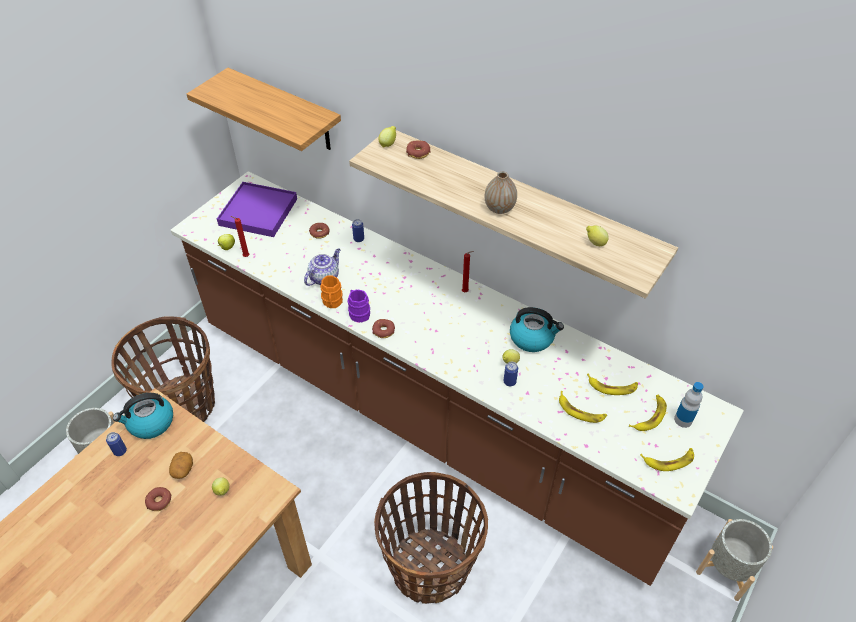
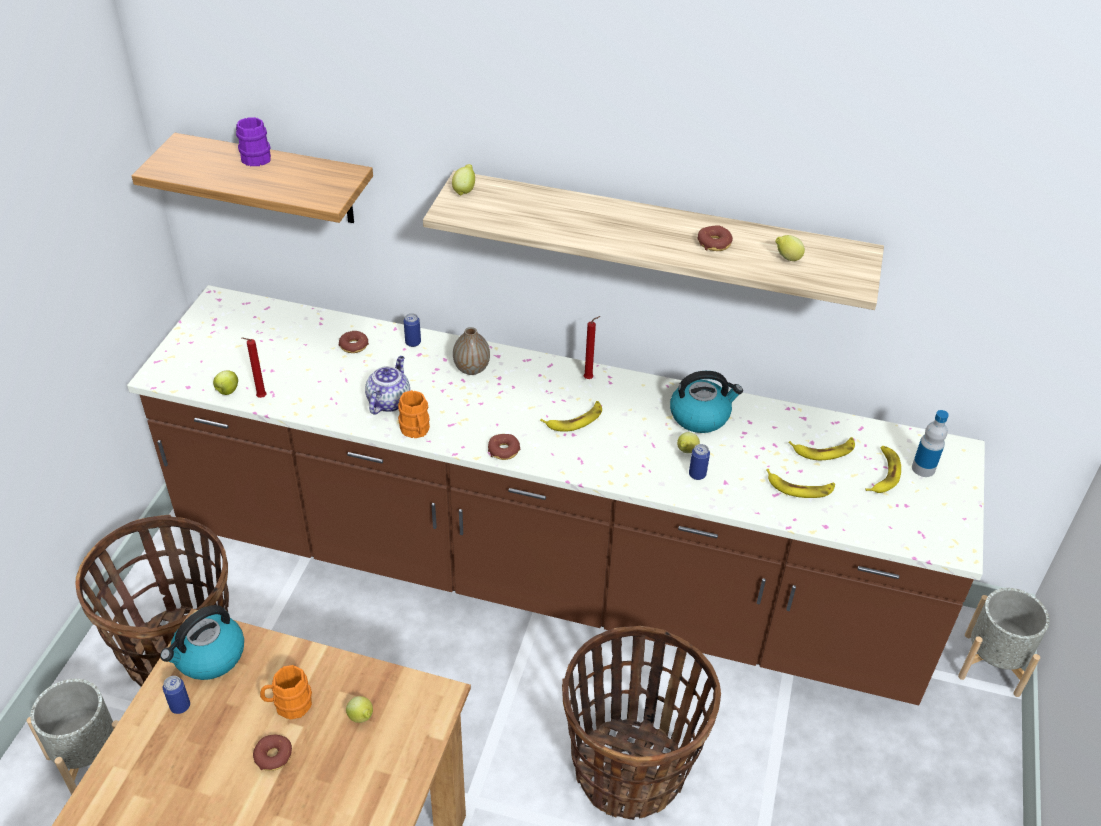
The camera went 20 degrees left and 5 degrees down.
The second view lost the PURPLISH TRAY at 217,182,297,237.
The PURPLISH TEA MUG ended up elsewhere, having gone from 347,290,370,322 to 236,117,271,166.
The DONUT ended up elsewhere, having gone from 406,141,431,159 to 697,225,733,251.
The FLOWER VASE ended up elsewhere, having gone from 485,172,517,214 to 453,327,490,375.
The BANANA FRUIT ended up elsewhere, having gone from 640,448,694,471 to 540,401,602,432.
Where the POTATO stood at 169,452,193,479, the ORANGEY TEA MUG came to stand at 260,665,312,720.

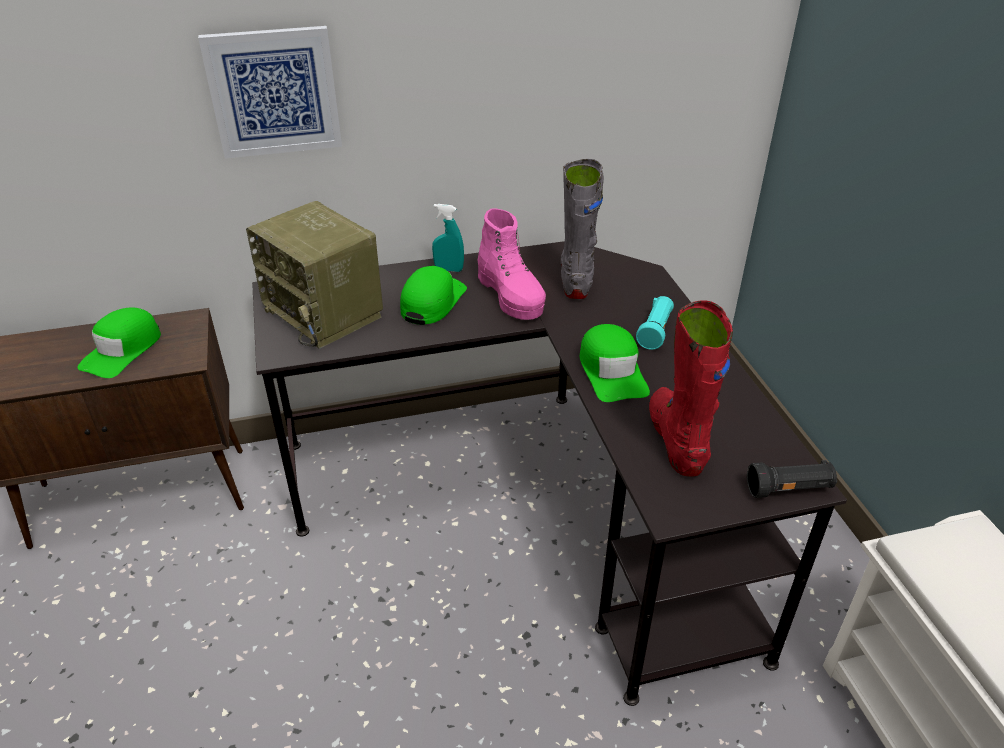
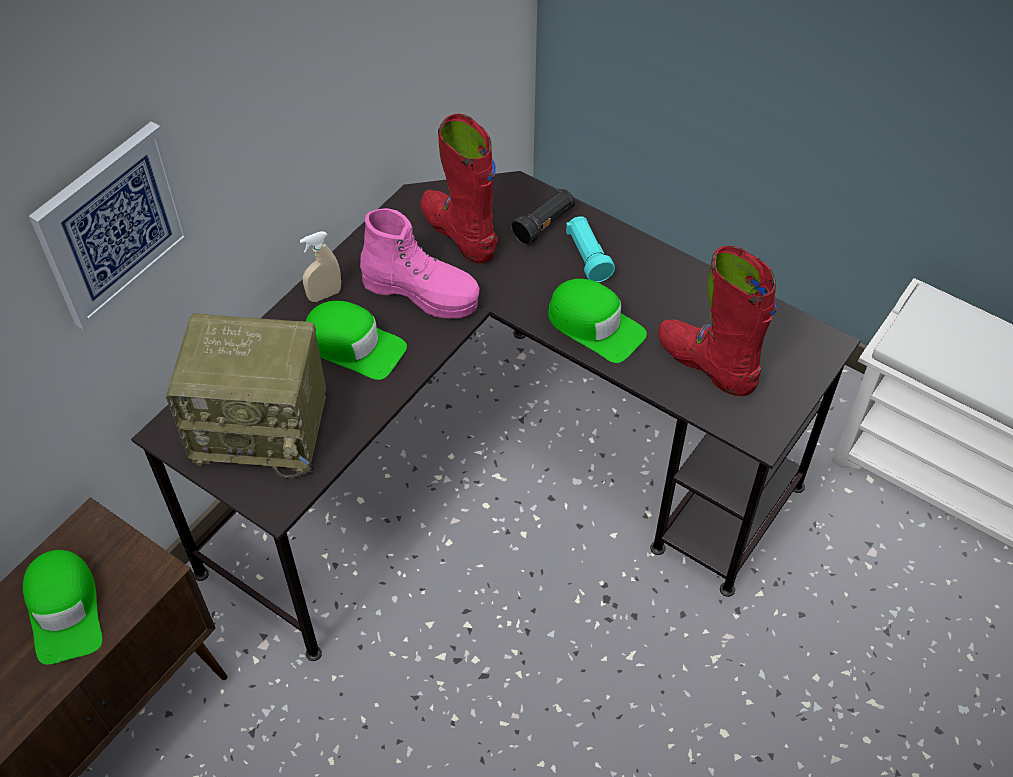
The camera went 40 degrees left and 15 degrees up.
The BLACK HAND TORCH ended up elsewhere, having gone from 747,460,837,498 to 511,188,575,245.
What was the BLUE-GREEN HAND SPRAYER at 432,204,464,272 turned into the BEIGE HAND SPRAYER at 300,232,341,302.
What was the GREYISH HIGH-TOP BOOT at 561,159,604,299 turned into the RED HIGH-TOP BOOT at 420,114,498,264.
The GREEN CAP at 400,266,467,325 ended up facing another way, 135 degrees clockwise from before.

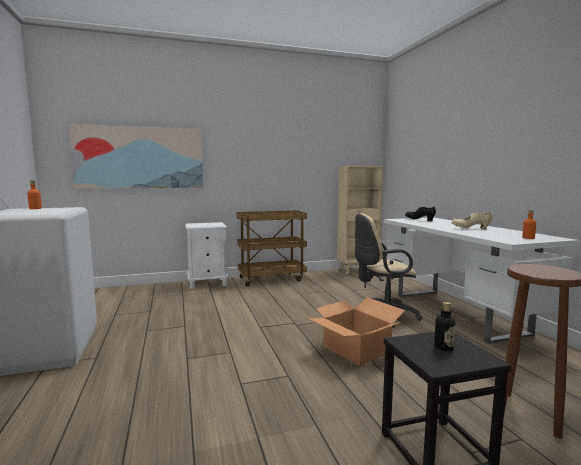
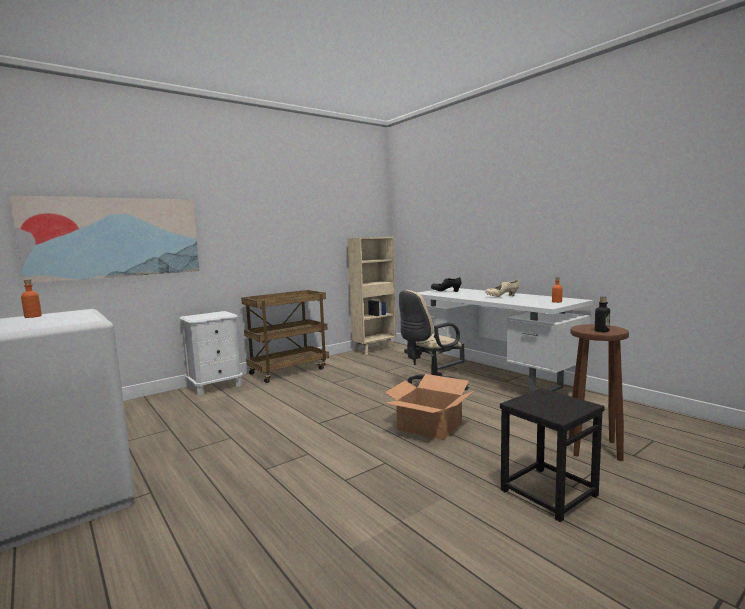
The camera went 20 degrees left and 0 degrees up.
The DRINK BOTTLE ended up elsewhere, having gone from 434,302,455,351 to 595,297,610,332.

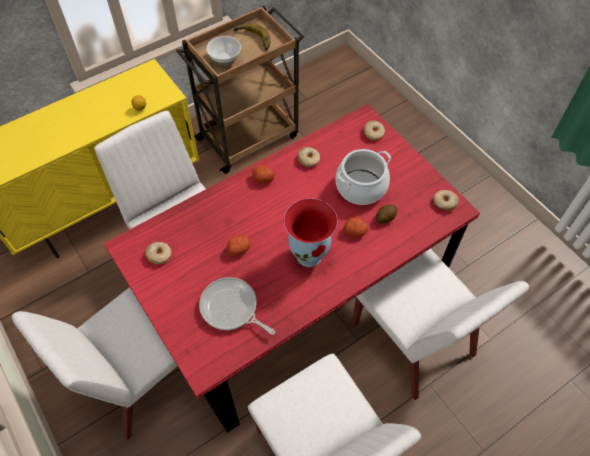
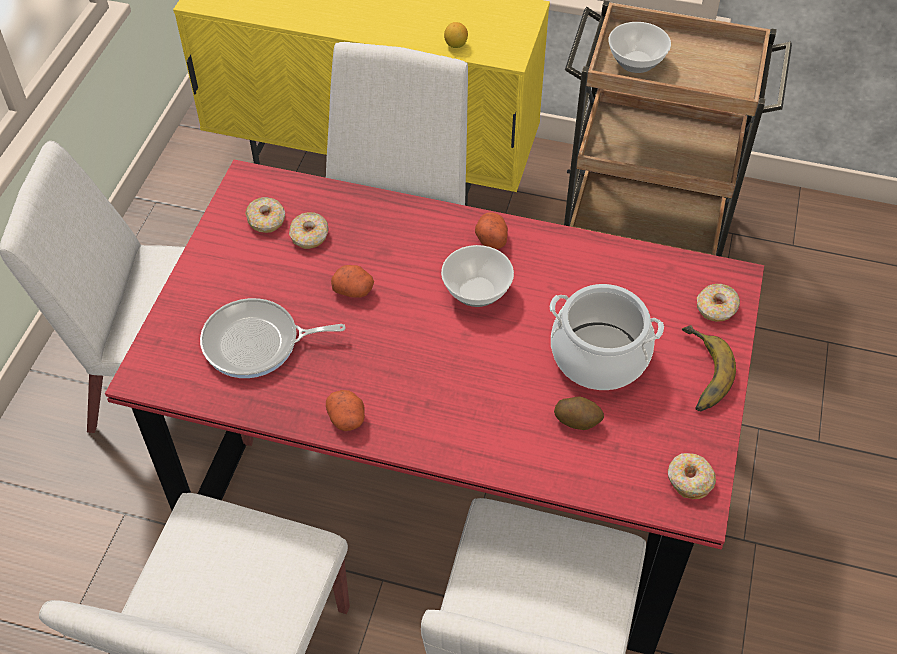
The camera went 50 degrees right and 5 degrees down.
The second view lost the FLOWER VASE at 284,198,338,267.
The second view gained the DEEP DISH at 441,245,514,307.
The BANANA FRUIT ended up elsewhere, having gone from 234,23,270,50 to 682,325,736,411.
The DONUT ended up elsewhere, having gone from 298,147,320,167 to 289,212,329,249.
The POTATO ended up elsewhere, having gone from 344,217,368,237 to 326,390,365,431.
The SKILLET at 199,277,275,335 ended up facing another way, 90 degrees counterclockwise from before.

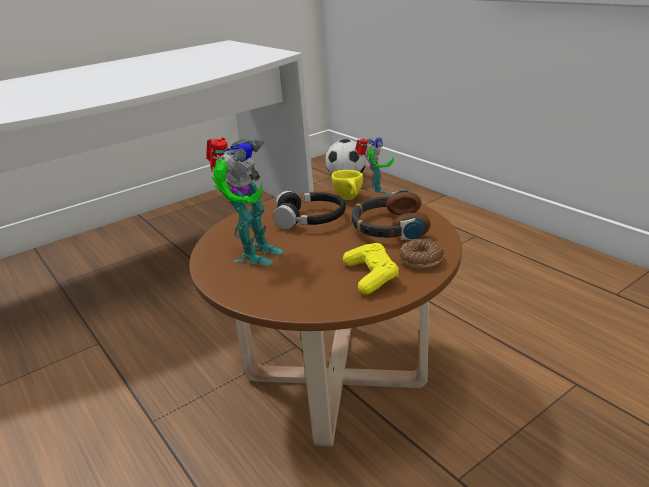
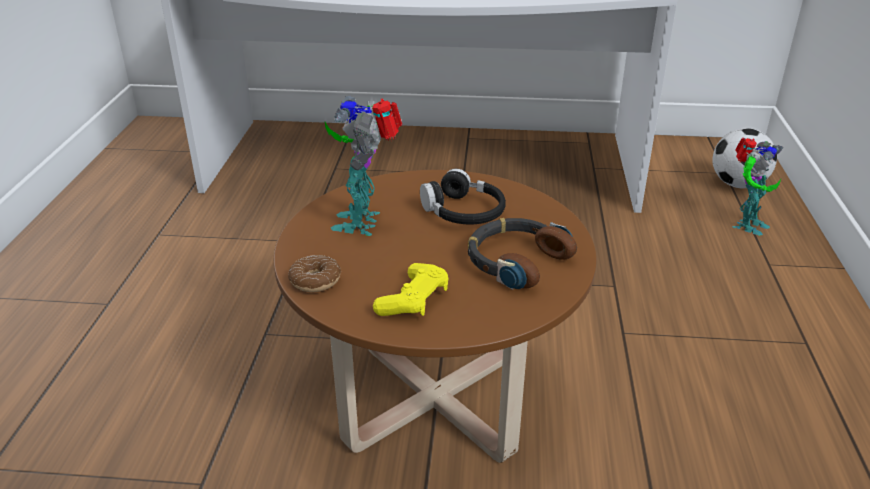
The camera went 40 degrees right and 5 degrees up.
The second view lost the YELLOWISH DRINKING CUP at 332,170,363,200.
The DONUT ended up elsewhere, having gone from 399,238,444,269 to 288,255,341,292.
The MODEL ROBOT at 206,137,283,265 ended up facing another way, 120 degrees clockwise from before.

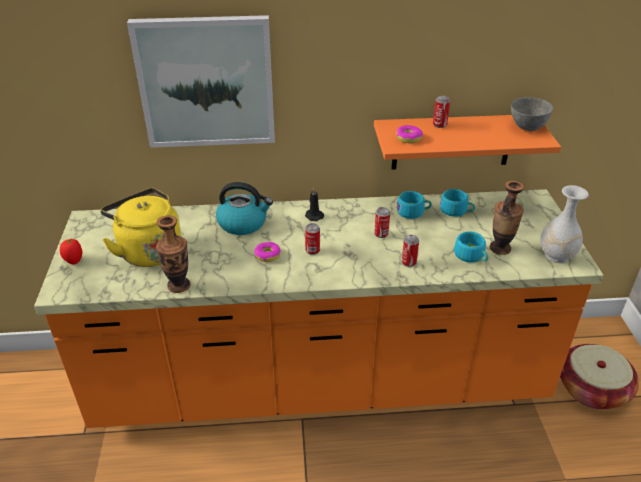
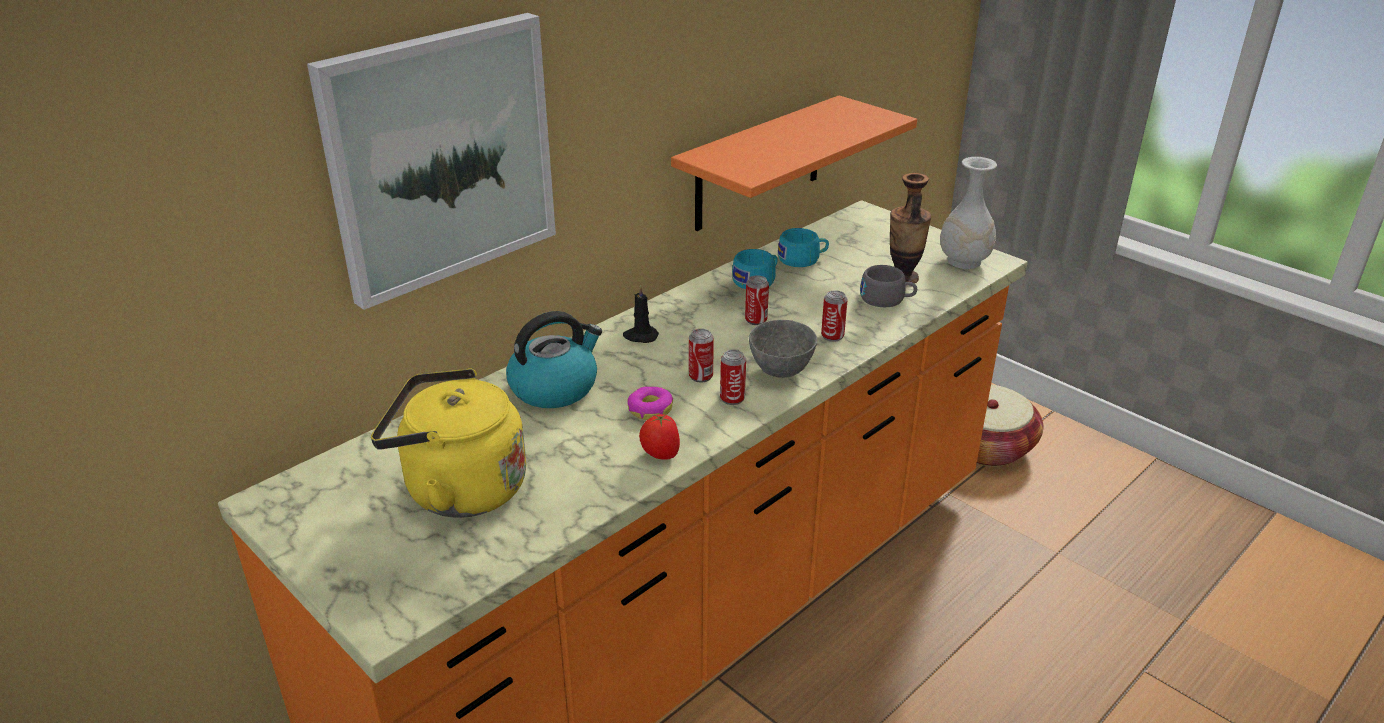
The camera went 40 degrees left and 5 degrees down.
The second view lost the FLOWER VASE at 156,215,191,293.
The second view lost the DONUT at 396,125,423,143.
The TOMATO ended up elsewhere, having gone from 60,239,82,264 to 639,414,680,460.
The METAL CAN ended up elsewhere, having gone from 433,96,450,128 to 720,350,746,405.
The GREYISH DEEP DISH ended up elsewhere, having gone from 511,97,553,131 to 749,320,817,378.
What was the BLUE-GREEN DRINKING CUP at 454,232,488,263 turned into the GREYISH DRINKING CUP at 860,265,917,307.

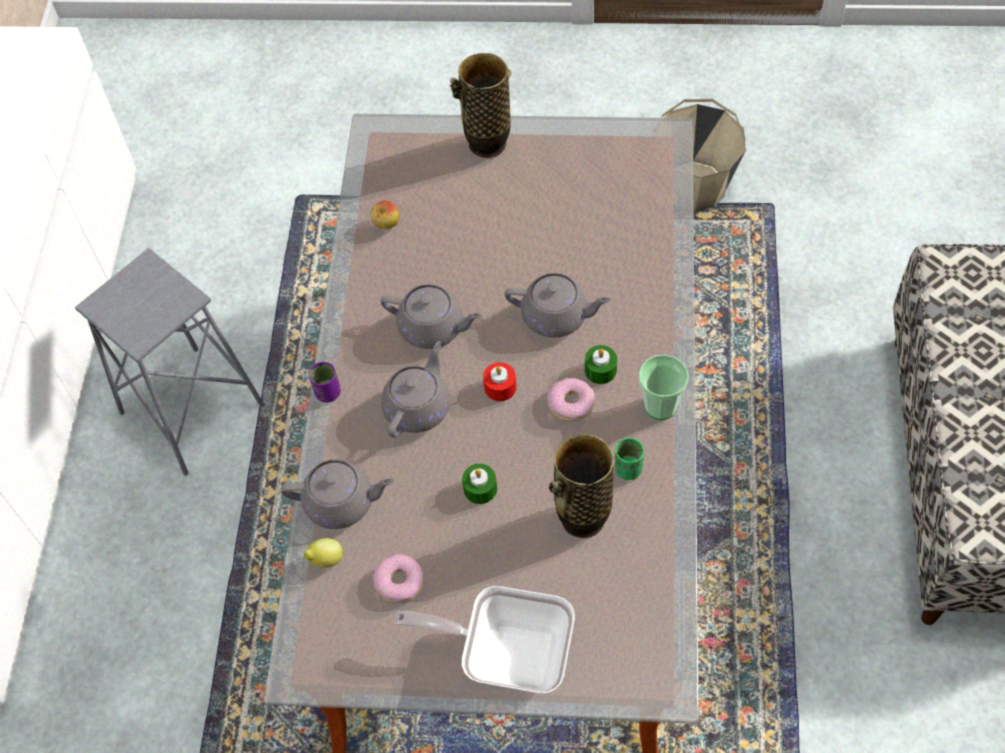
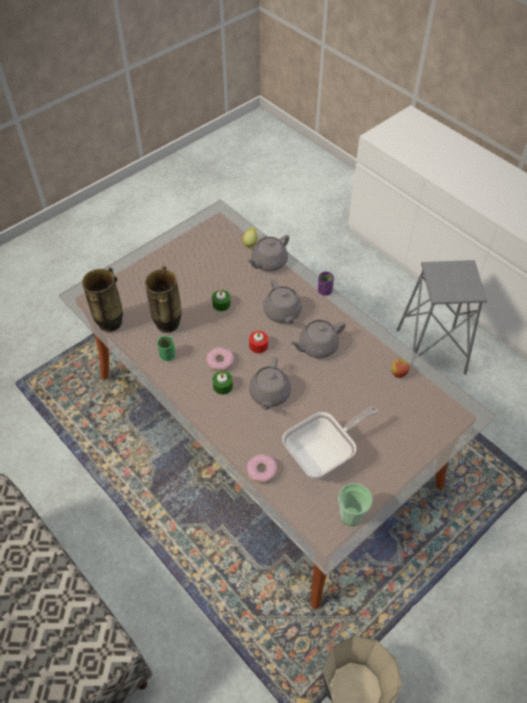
The camera went 130 degrees right and 5 degrees down.
The DONUT ended up elsewhere, having gone from 373,554,424,603 to 246,454,277,484.
The SKILLET ended up elsewhere, having gone from 394,586,575,693 to 282,406,378,479.
The FLOWER VASE ended up elsewhere, having gone from 449,53,511,158 to 82,267,123,332.
The DRINKING CUP ended up elsewhere, having gone from 638,355,689,420 to 338,483,373,526.
The GREYISH TEA POT at 504,273,611,338 ended up facing another way, 45 degrees counterclockwise from before.

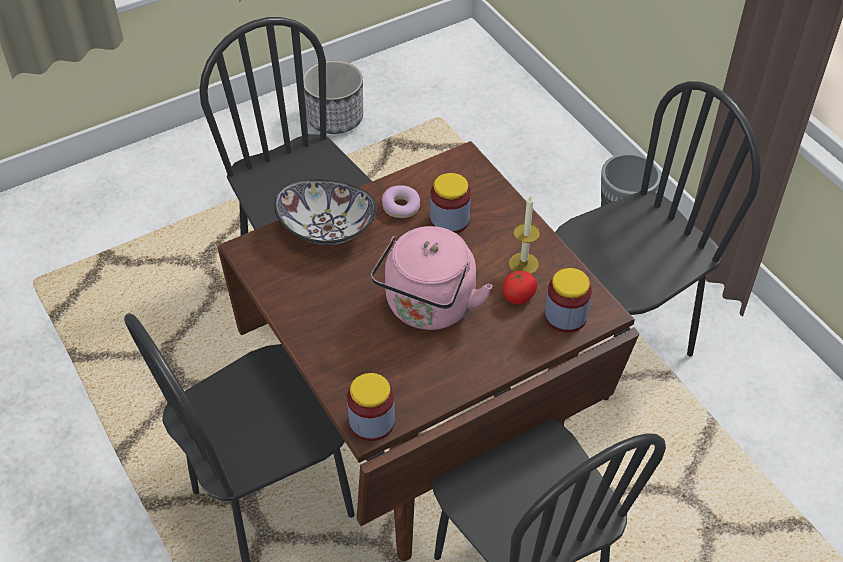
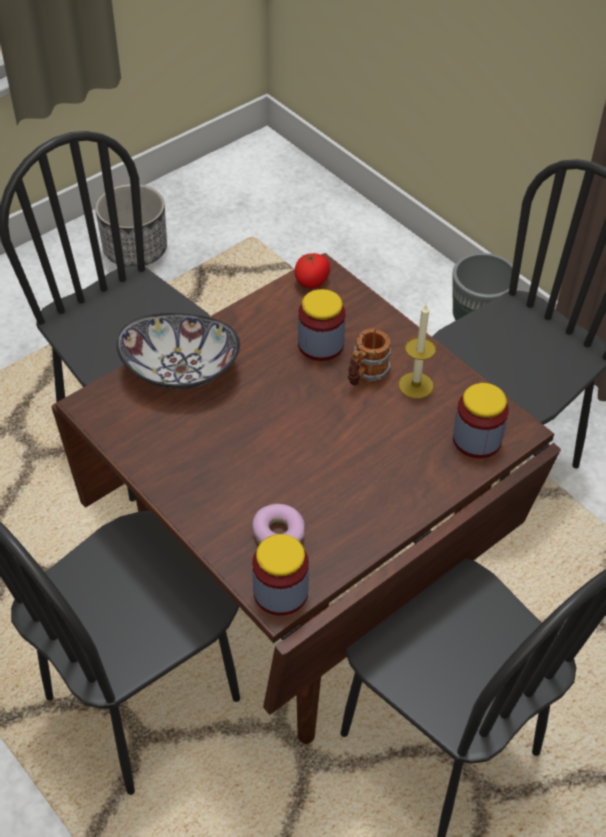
The camera went 10 degrees left and 0 degrees up.
The second view lost the PINKISH TEA KETTLE at 371,226,493,330.
The second view gained the TEA MUG at 348,329,392,386.
The DONUT ended up elsewhere, having gone from 382,185,420,218 to 252,504,304,544.
The TOMATO ended up elsewhere, having gone from 502,271,537,304 to 295,252,330,289.

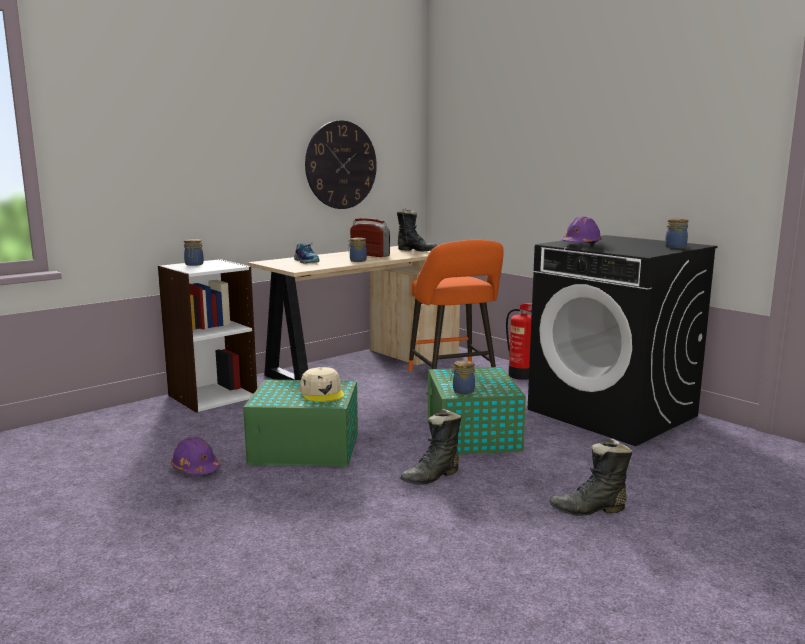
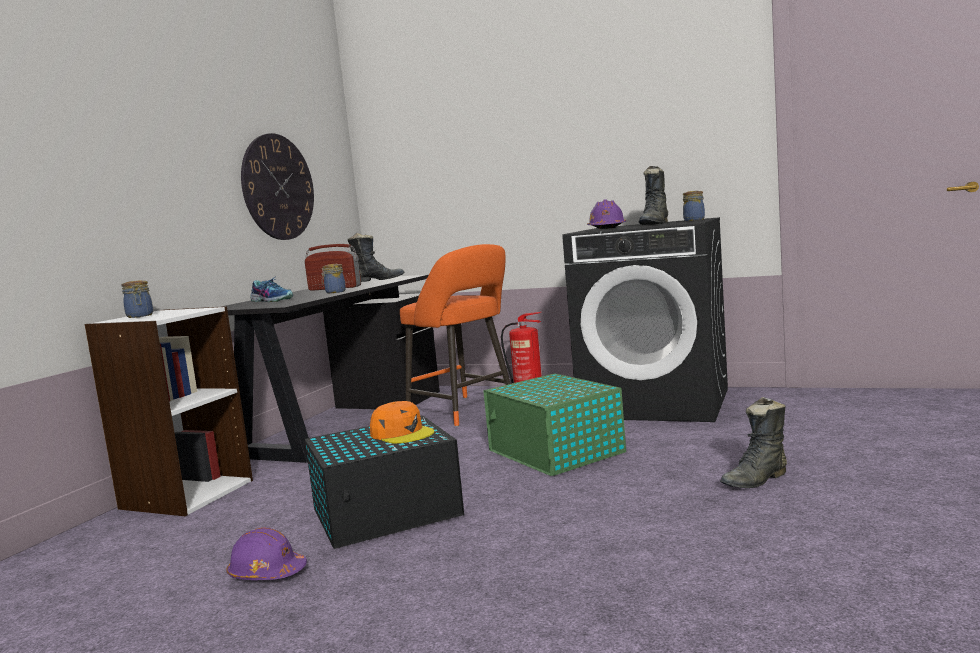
The camera went 25 degrees left and 5 degrees down.
The second view lost the JAR at 450,360,475,394.
The BLACK HIGH-TOP BOOT ended up elsewhere, having gone from 400,409,461,485 to 639,166,668,225.
What was the GREEN STORAGE BOX at 243,379,358,467 turned into the BLACK STORAGE BOX at 305,416,464,549.
What was the BEIGE DESK TABLE at 247,246,460,380 turned into the BLACK DESK TABLE at 221,275,440,463.
What was the BEIGE CAP at 300,367,344,402 turned into the ORANGEY CAP at 370,401,434,443.

